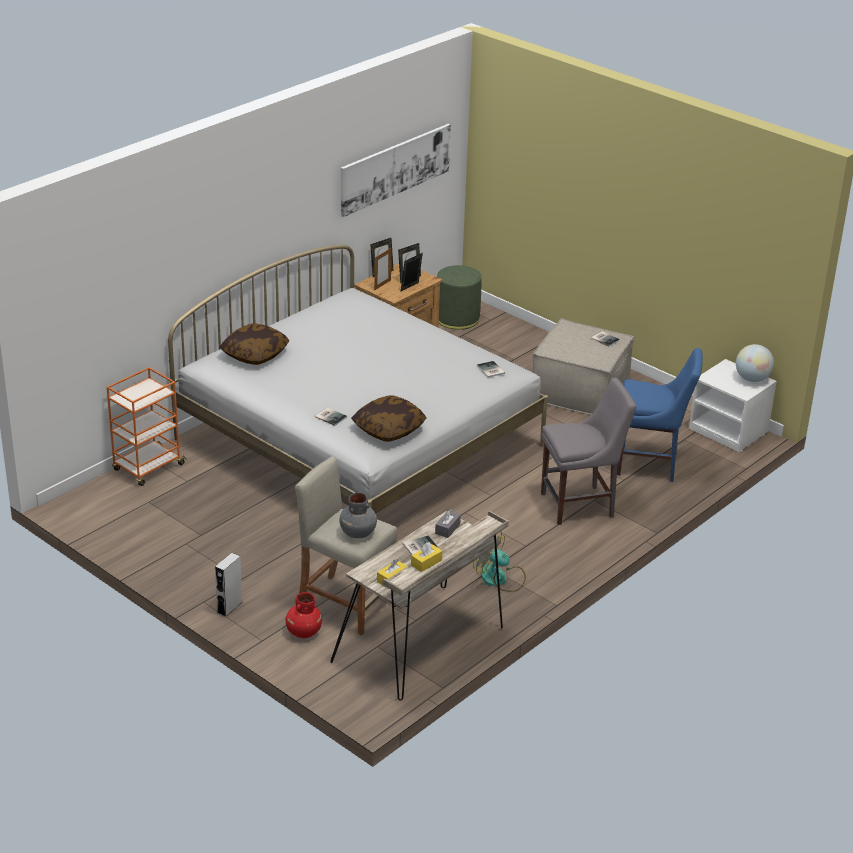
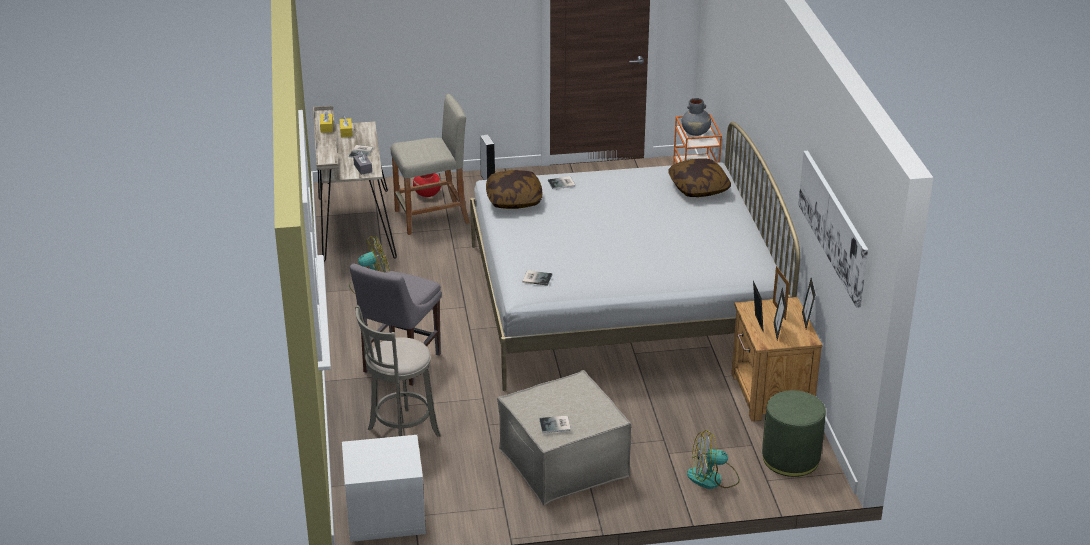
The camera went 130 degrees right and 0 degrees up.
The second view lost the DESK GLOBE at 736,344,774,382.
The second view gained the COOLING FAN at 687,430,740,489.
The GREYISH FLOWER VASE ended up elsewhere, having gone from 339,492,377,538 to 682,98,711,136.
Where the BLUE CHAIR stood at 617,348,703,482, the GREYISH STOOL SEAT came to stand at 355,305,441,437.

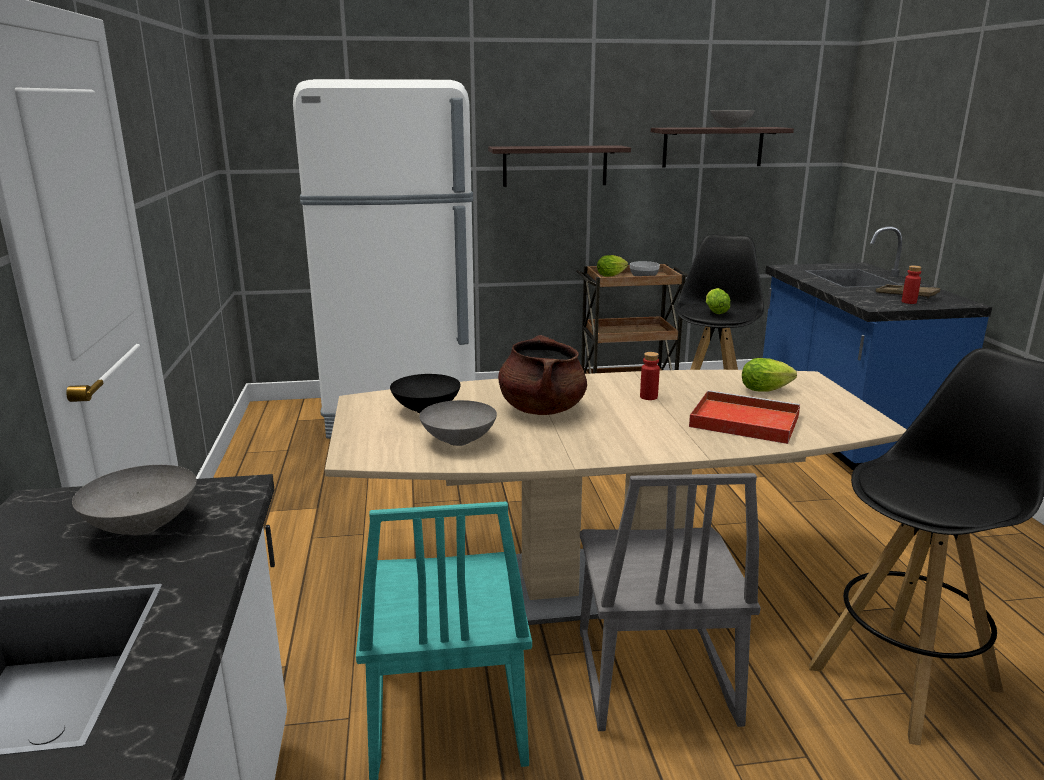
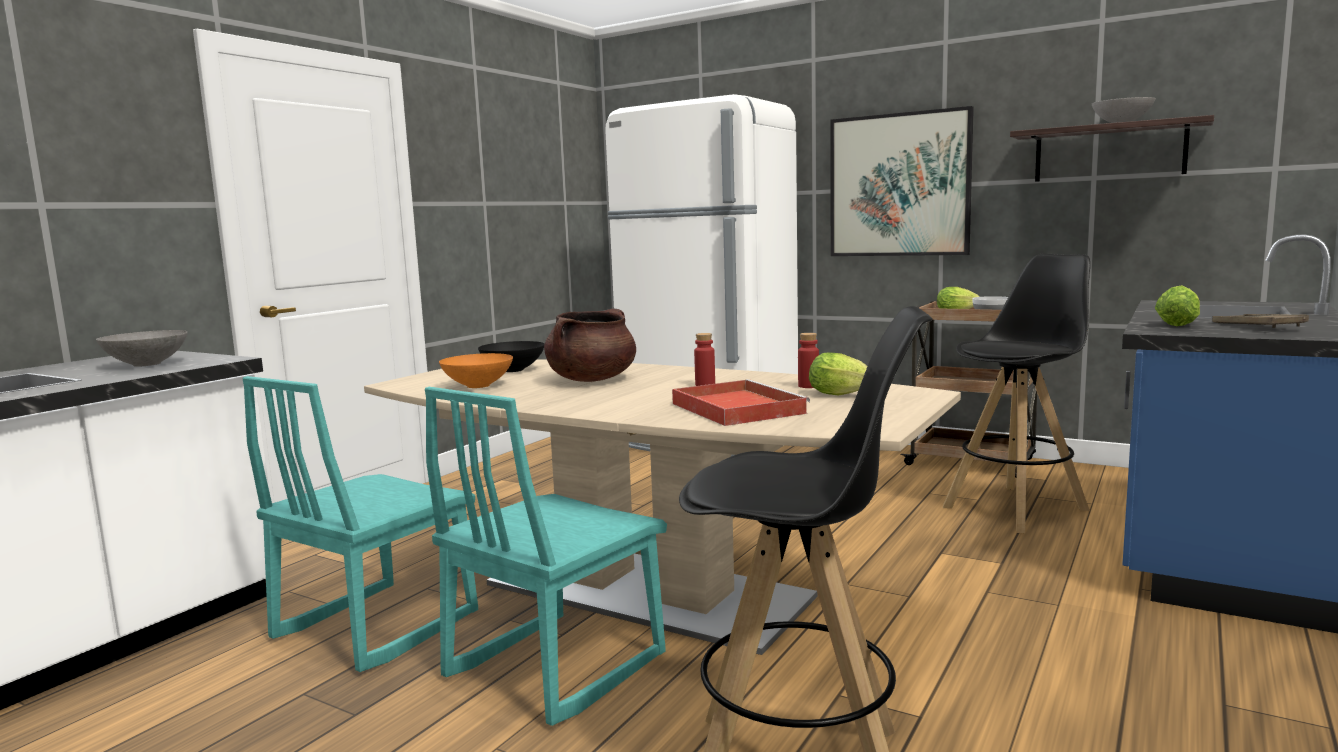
The camera went 40 degrees right and 10 degrees down.
The HEAD OF LETTUCE ended up elsewhere, having gone from 706,288,730,314 to 1155,285,1200,326.
The RED DRINK BOTTLE ended up elsewhere, having gone from 902,265,922,304 to 798,333,819,388.
Where the SHELF hung at 488,145,631,187, the WALL PICTURE came to hang at 830,106,974,256.
What was the GREYISH DEEP DISH at 419,400,497,446 turned into the ORANGEY DEEP DISH at 439,353,513,388.
What was the GREYISH CHAIR at 580,473,761,731 turned into the BLUE-GREEN CHAIR at 425,387,667,726.

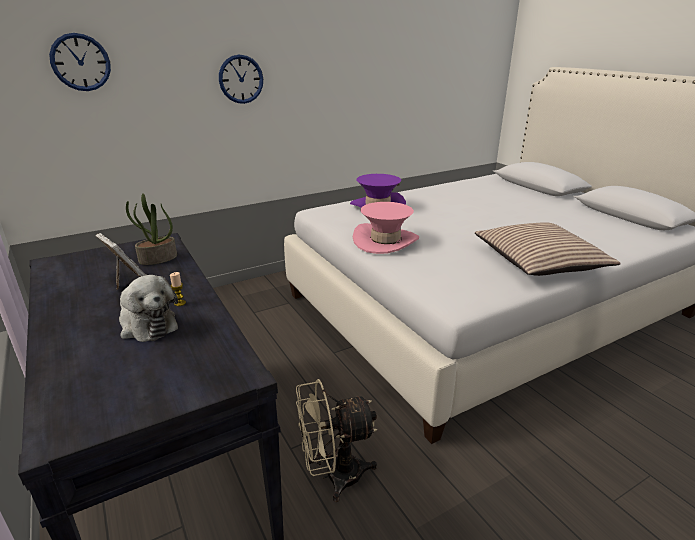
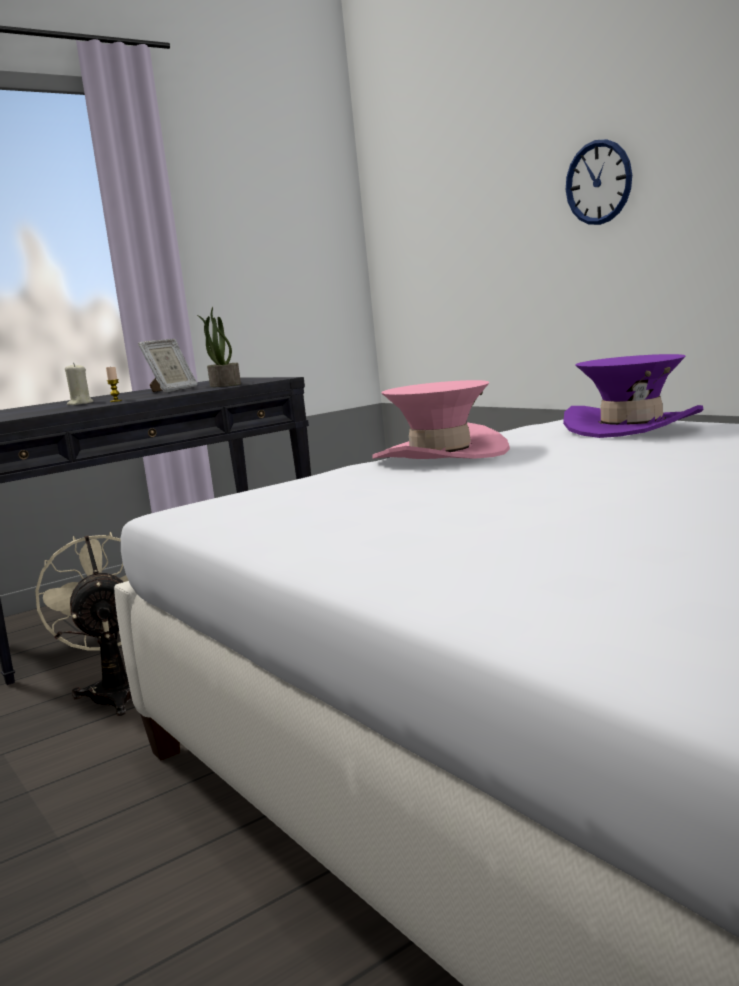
The camera went 85 degrees right and 15 degrees down.
The second view lost the CLOCK ON THE WALL at 49,33,111,91.
The second view lost the CUSHION at 475,222,621,276.
Where the CUDDLY TOY stood at 119,275,178,342, the BEIGE WAX CANDLE came to stand at 65,363,93,405.

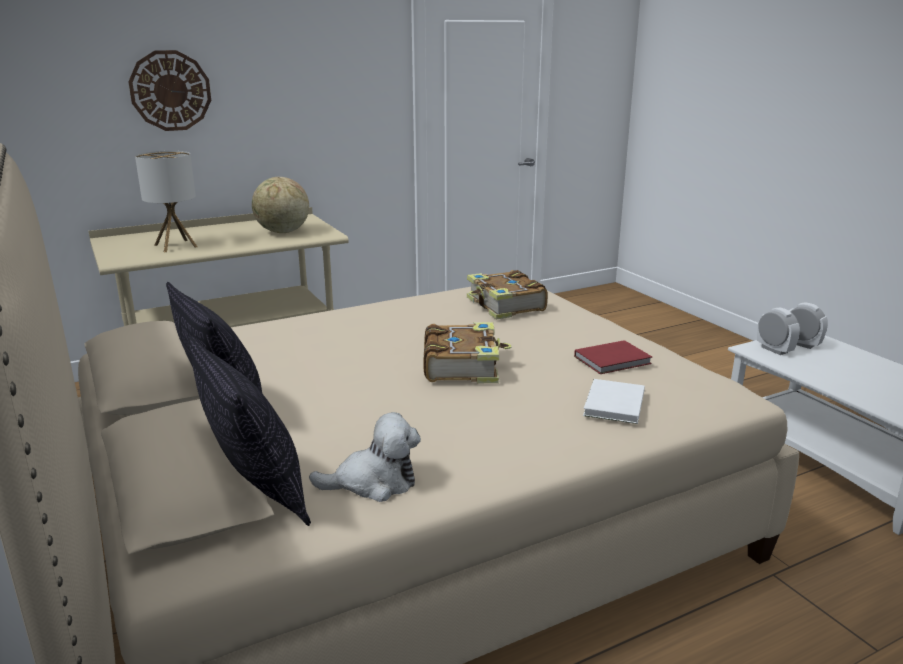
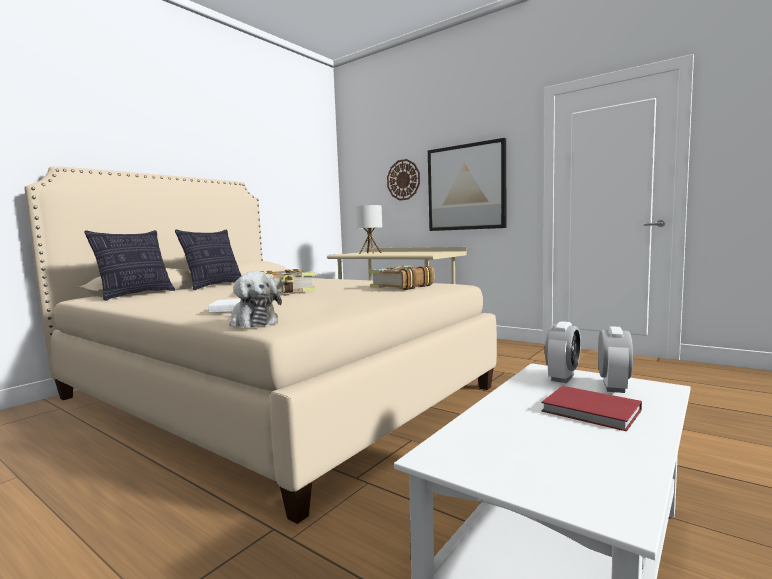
The camera went 65 degrees right and 15 degrees down.
The second view lost the DESK GLOBE at 252,177,309,233.
The second view gained the WALL PICTURE at 428,138,506,231.
The CUDDLY TOY ended up elsewhere, having gone from 309,412,421,502 to 229,272,282,328.
The RED BOUND BOOK ended up elsewhere, having gone from 574,340,652,374 to 541,386,642,431.

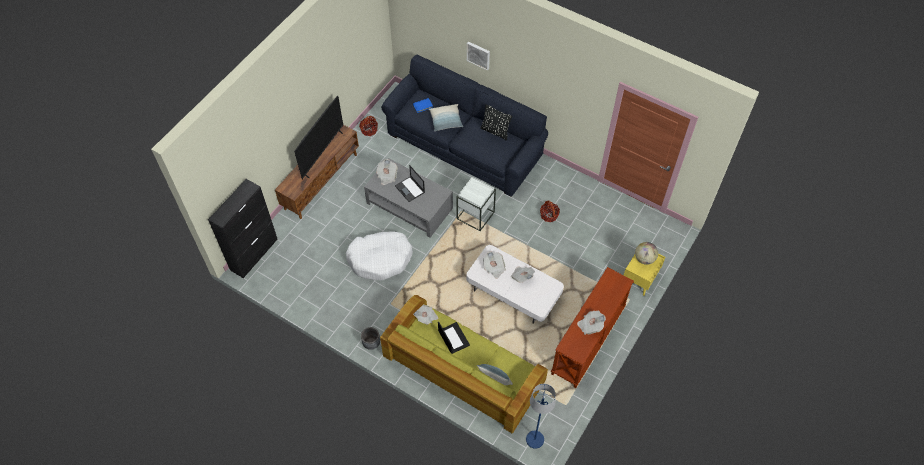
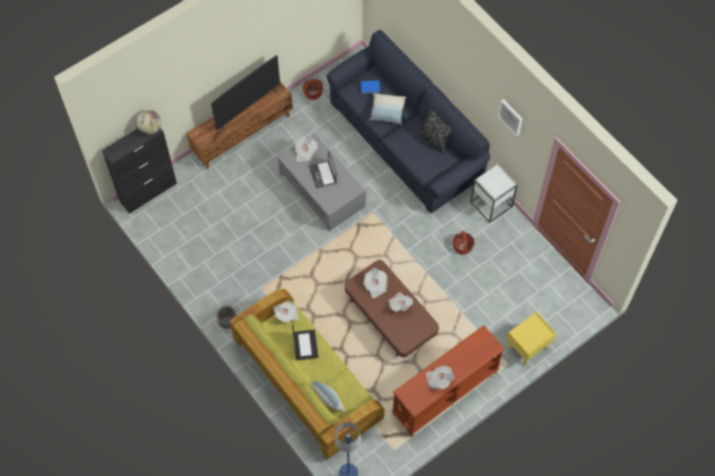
The camera went 20 degrees right and 5 degrees up.
The second view lost the WHITISH DOG CUSHION at 346,232,413,280.
The WHITISH SIDE TABLE ended up elsewhere, having gone from 456,177,496,231 to 470,164,518,223.
The WALL PICTURE ended up elsewhere, having gone from 467,41,490,71 to 498,99,523,136.
The DESK GLOBE ended up elsewhere, having gone from 635,242,658,265 to 137,110,162,134.
What was the WHITISH LOUNGE TABLE at 467,245,564,324 turned into the BROWN LOUNGE TABLE at 345,260,439,358.

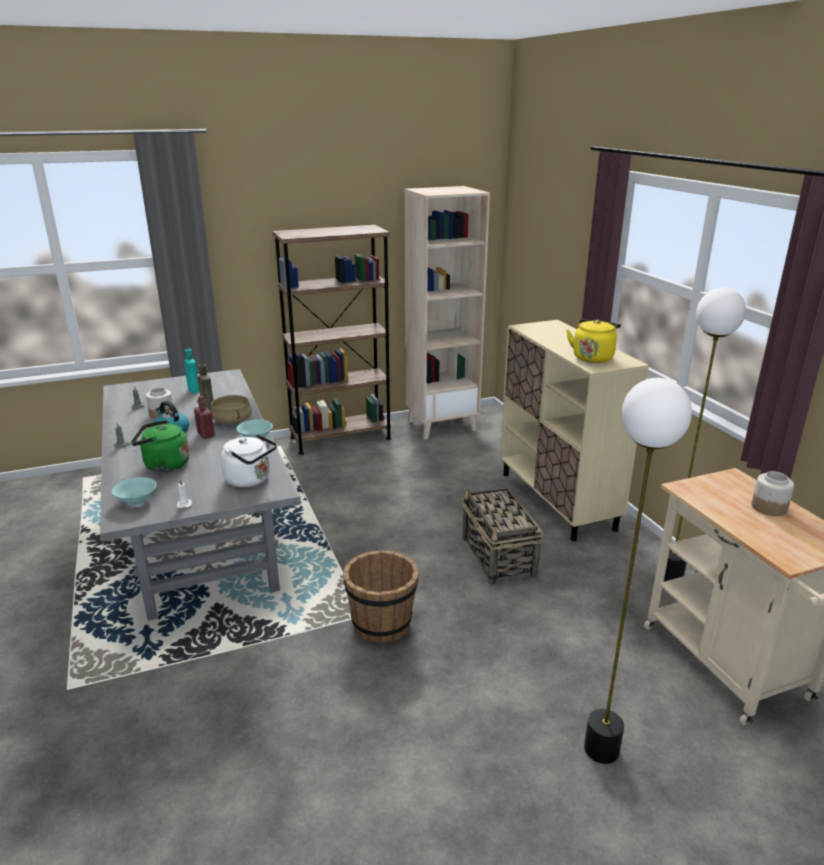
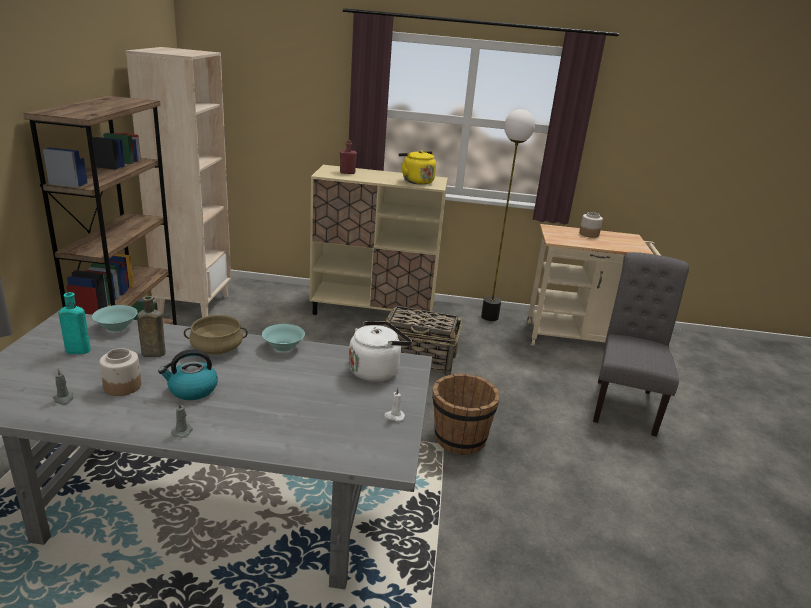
The camera went 65 degrees left and 0 degrees up.
The second view lost the GREEN TEA KETTLE at 131,420,189,472.
The BLUE-GREEN DEEP DISH ended up elsewhere, having gone from 112,477,156,506 to 92,305,138,332.
The RED DRINK BOTTLE ended up elsewhere, having gone from 194,396,215,439 to 340,140,357,174.
Where the FLOOR LAMP stood at 584,378,692,764, the GREYISH CHAIR came to stand at 593,252,689,437.

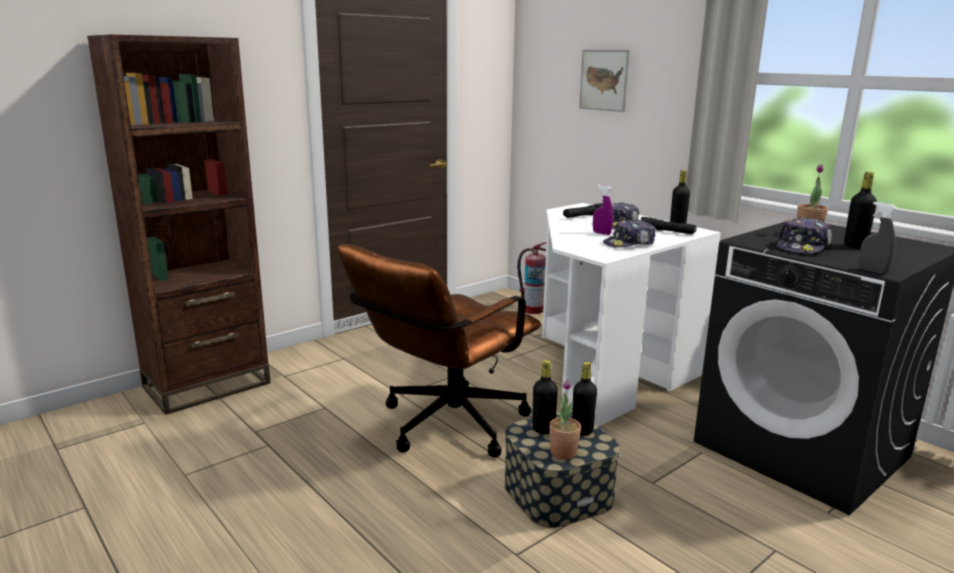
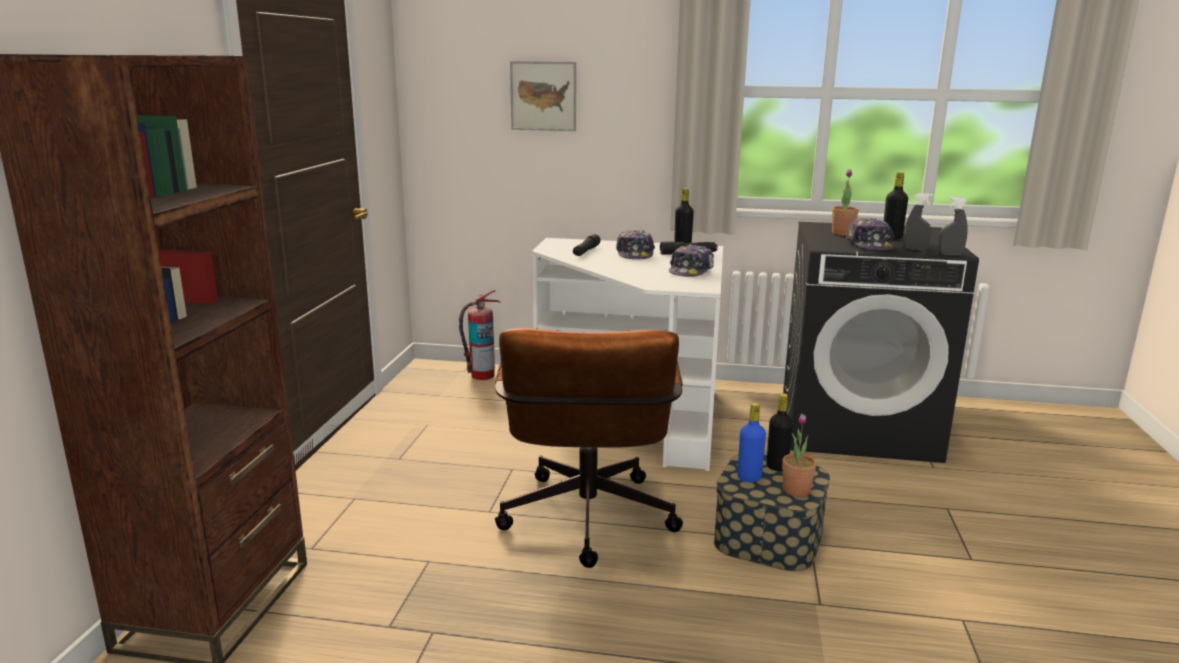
The camera went 40 degrees left and 0 degrees up.
The second view lost the PURPLISH HAND SPRAYER at 593,185,613,235.
The second view gained the GREYISH HAND SPRAYER at 903,193,933,251.
What was the BLACK DRINK BOTTLE at 532,360,558,434 turned into the BLUE DRINK BOTTLE at 738,403,766,482.

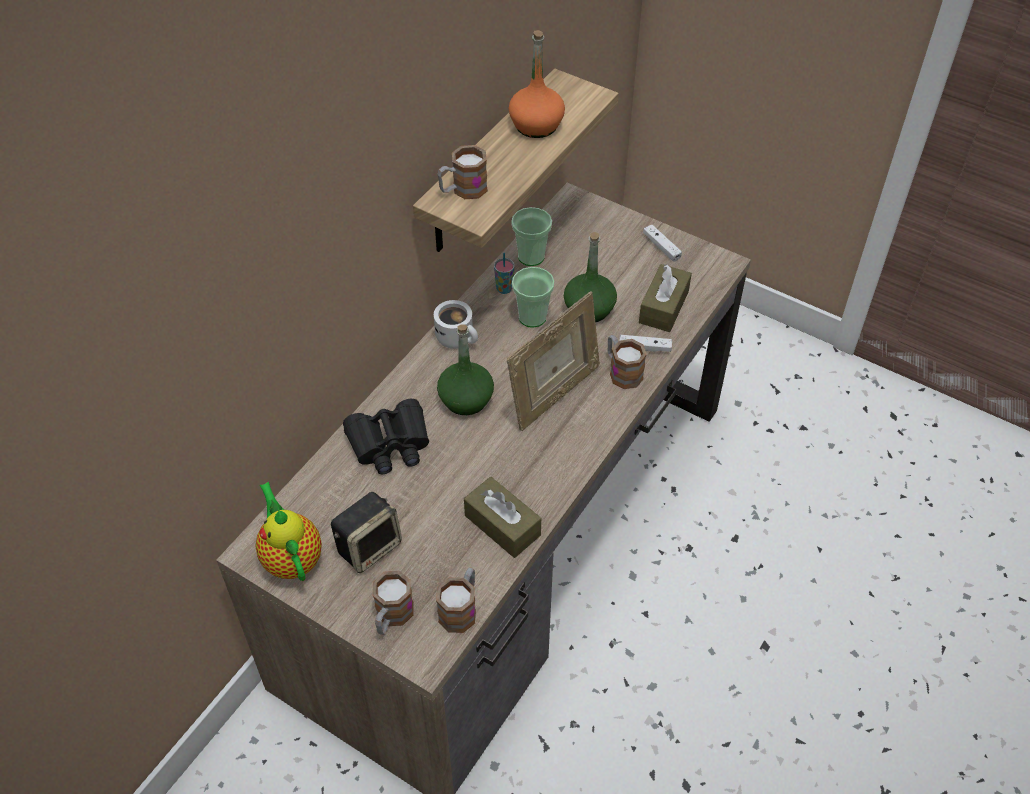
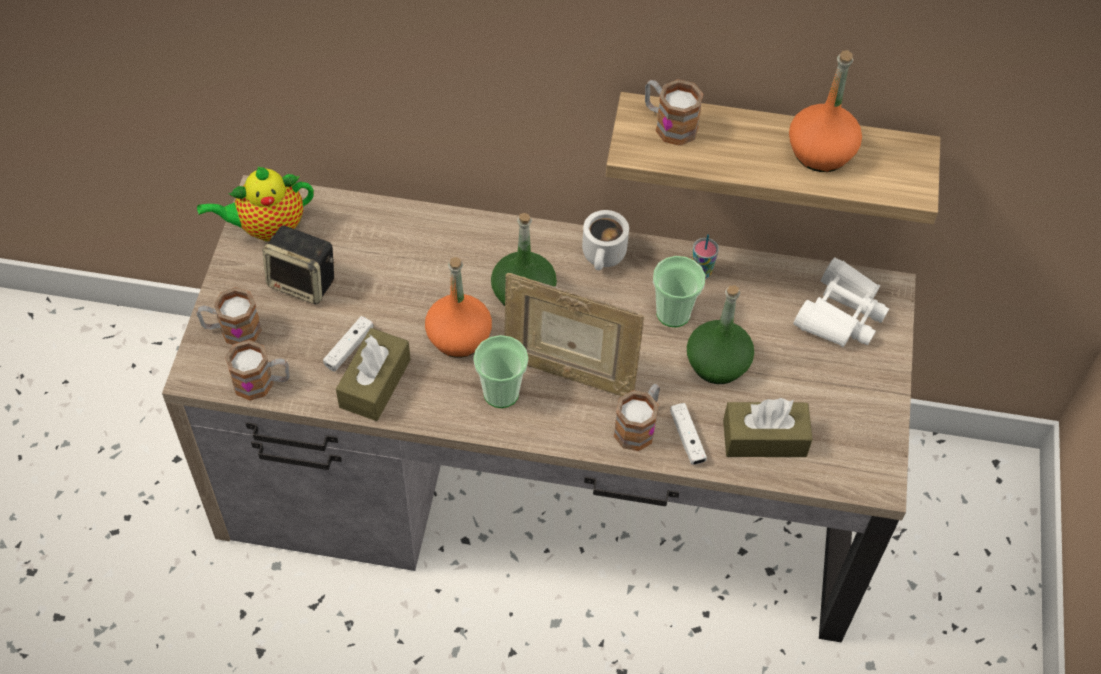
The camera went 65 degrees right and 5 degrees up.
The second view lost the BLACK FIELD GLASSES at 343,399,429,474.
The second view gained the ORANGEY DRINK BOTTLE at 425,257,492,358.
The second view gained the WHITISH FIELD GLASSES at 793,257,889,347.
The DRINKING CUP ended up elsewhere, having gone from 511,207,552,266 to 473,335,528,408.
The WHITISH JOYPAD ended up elsewhere, having gone from 643,225,682,262 to 323,316,374,372.
The TEA POT at 255,482,322,581 ended up facing another way, 150 degrees counterclockwise from before.

